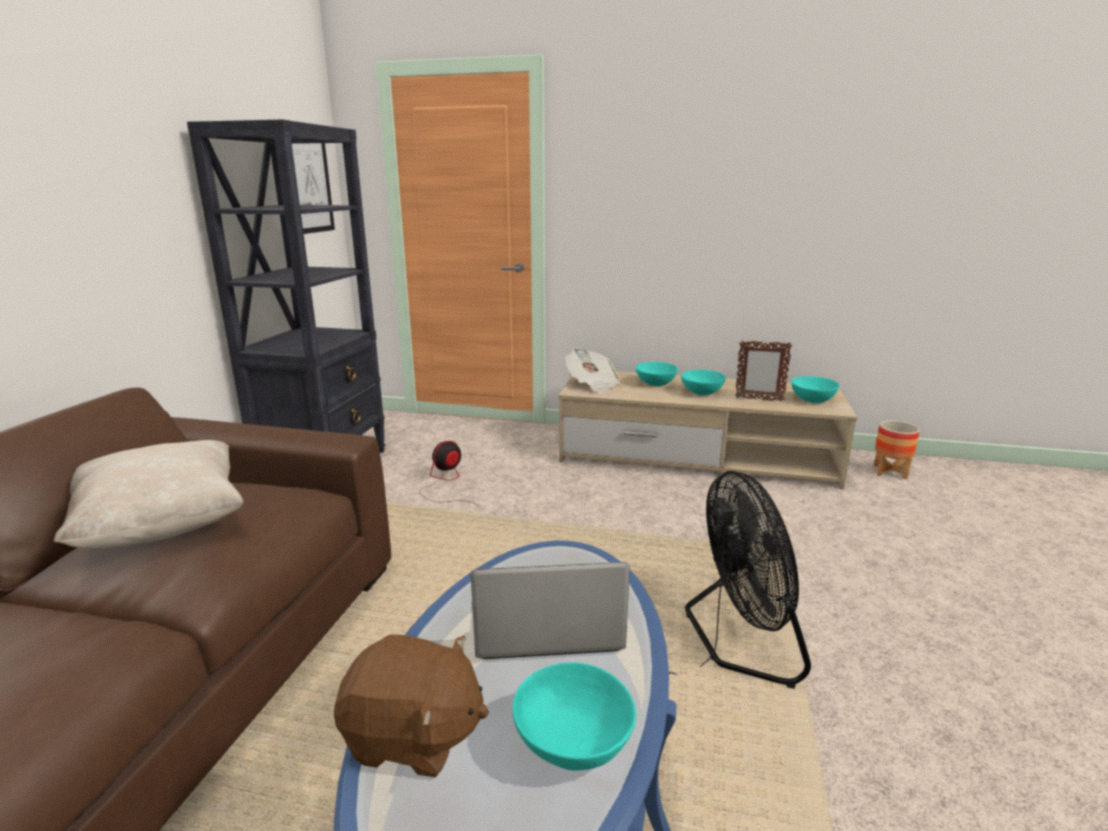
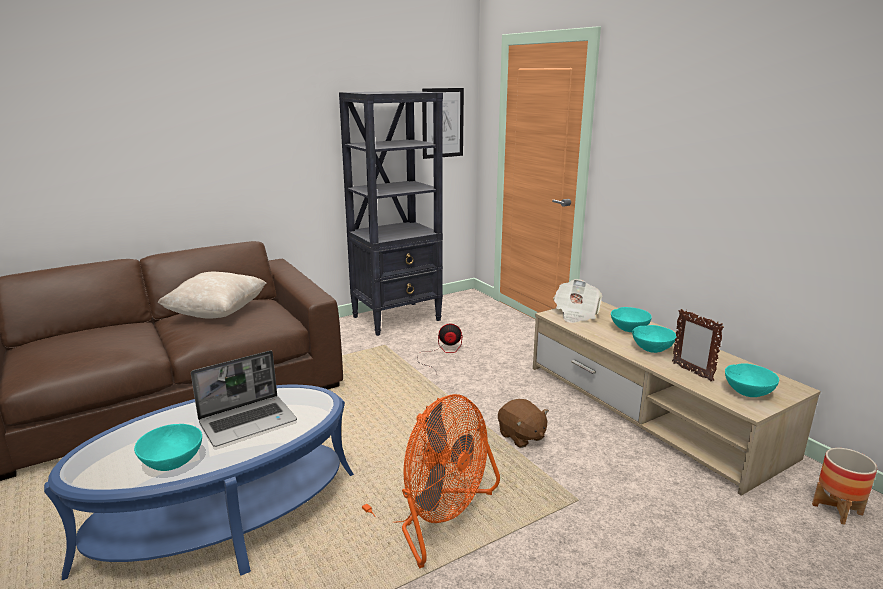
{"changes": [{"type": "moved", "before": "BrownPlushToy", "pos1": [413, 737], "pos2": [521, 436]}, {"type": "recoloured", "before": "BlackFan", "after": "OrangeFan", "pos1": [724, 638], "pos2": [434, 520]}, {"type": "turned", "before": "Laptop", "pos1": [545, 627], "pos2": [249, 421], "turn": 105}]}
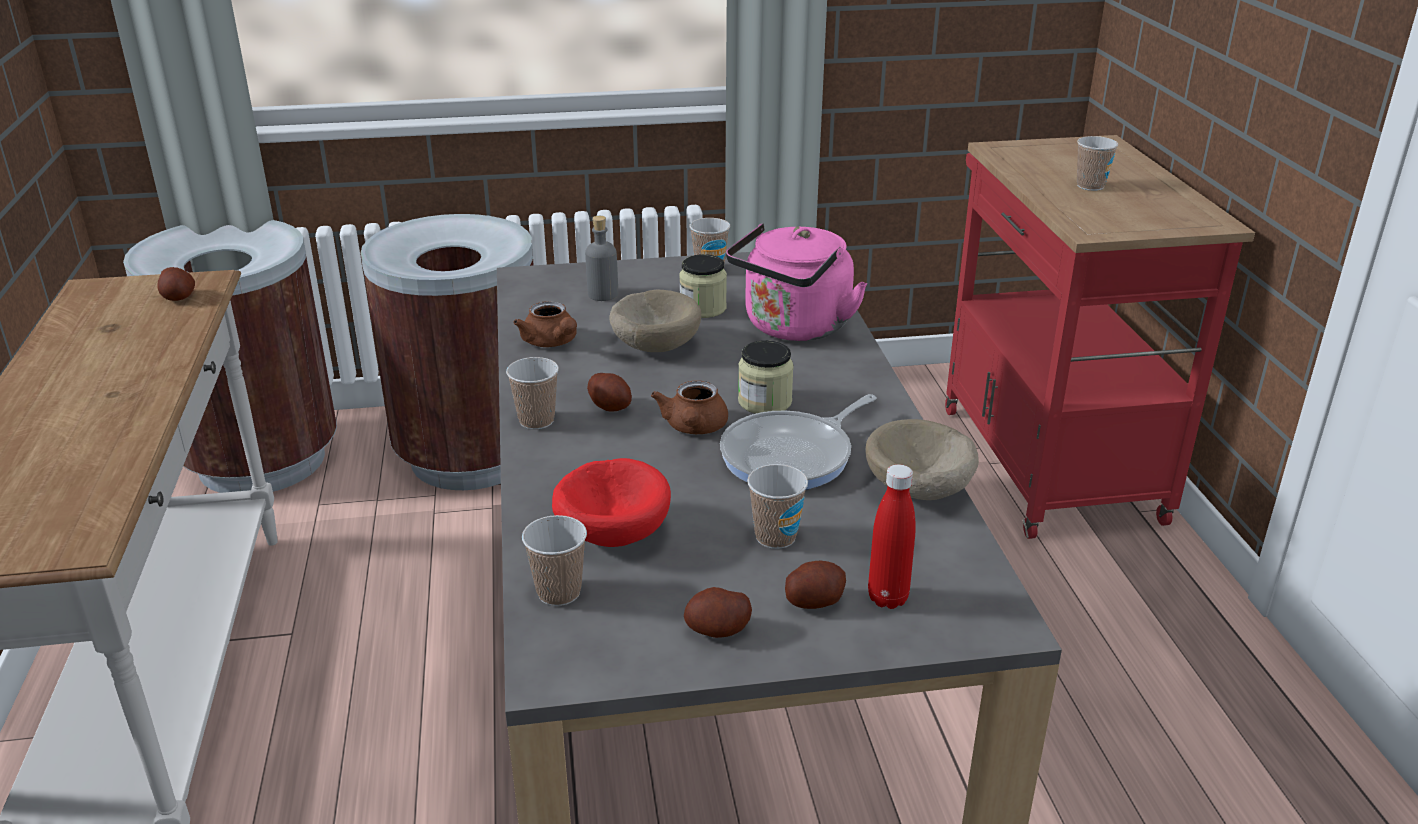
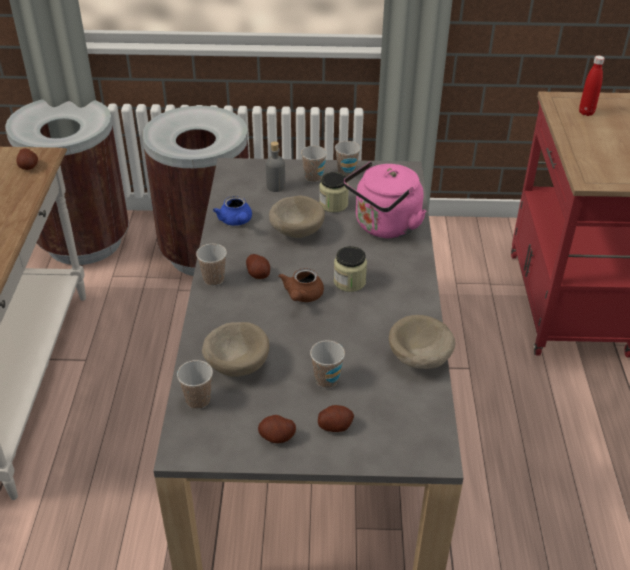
{"changes": [{"type": "removed", "before": "FryingPan", "pos1": [792, 456]}, {"type": "moved", "before": "RedBottle", "pos1": [887, 598], "pos2": [586, 112]}, {"type": "moved", "before": "Cup", "pos1": [1090, 186], "pos2": [313, 178]}, {"type": "recoloured", "before": "BrownTeapot", "after": "BlueTeapot", "pos1": [552, 343], "pos2": [236, 221]}, {"type": "recoloured", "before": "RedBowl", "after": "BeigeBowl", "pos1": [613, 531], "pos2": [237, 363]}]}
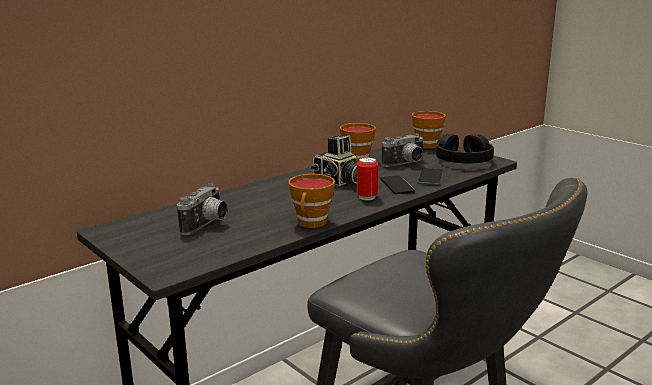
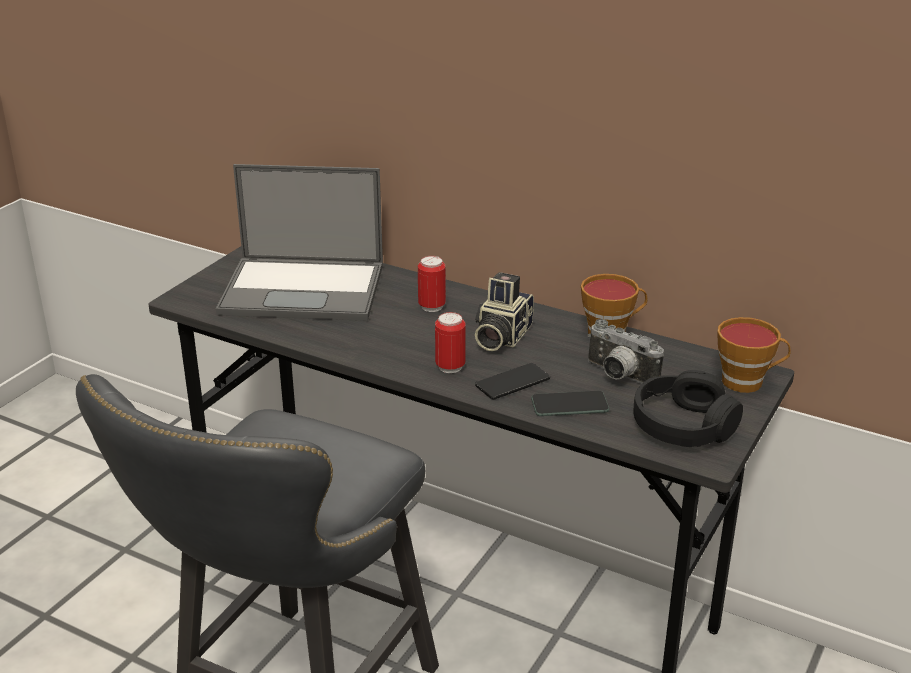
{"changes": [{"type": "removed", "before": "Cup", "pos1": [311, 223]}, {"type": "added", "after": "Can", "pos2": [432, 306]}, {"type": "replaced", "before": "PhotoCamera", "after": "Laptop", "pos1": [207, 225], "pos2": [305, 289]}]}
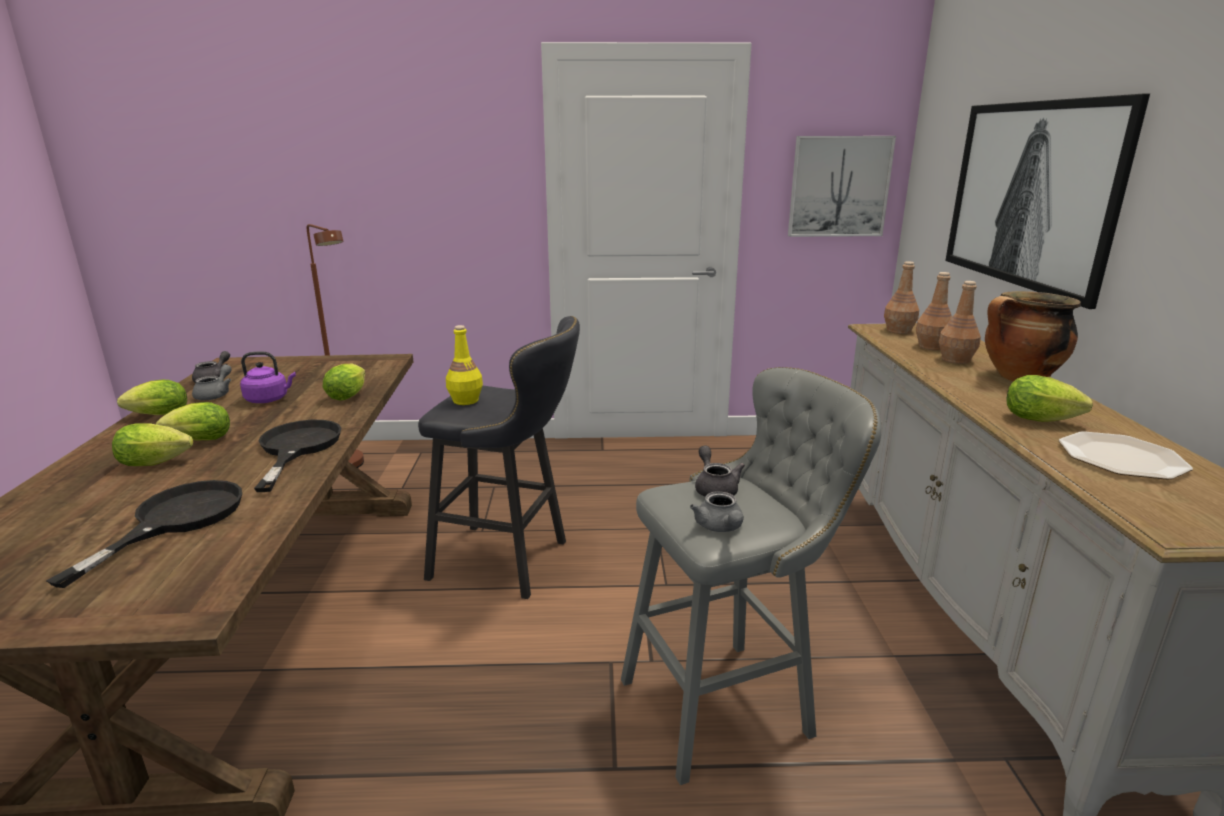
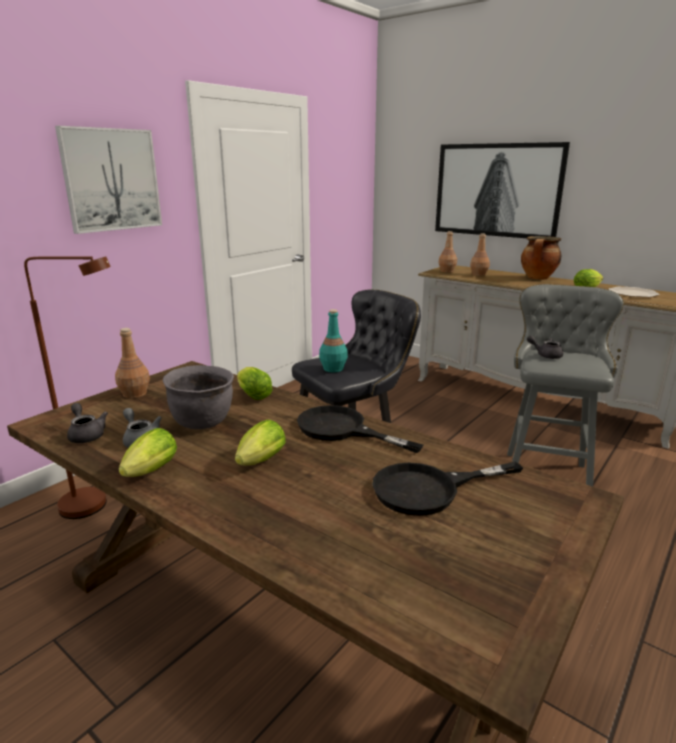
{"changes": [{"type": "removed", "before": "Lettuce", "pos1": [159, 463]}, {"type": "removed", "before": "GreyTeapot", "pos1": [720, 527]}, {"type": "moved", "before": "Picture", "pos1": [839, 186], "pos2": [111, 180]}, {"type": "moved", "before": "BrownBottle", "pos1": [955, 360], "pos2": [134, 394]}, {"type": "replaced", "before": "PurpleKettle", "after": "GreyCookingPot", "pos1": [269, 399], "pos2": [203, 422]}, {"type": "recoloured", "before": "YellowBottle", "after": "TurquoiseBottle", "pos1": [465, 401], "pos2": [333, 369]}, {"type": "turned", "before": "BlackFryingPan", "pos1": [175, 520], "pos2": [429, 489], "turn": -75}]}
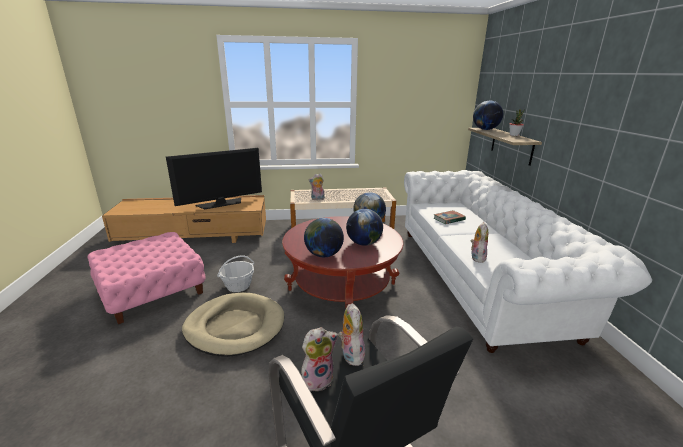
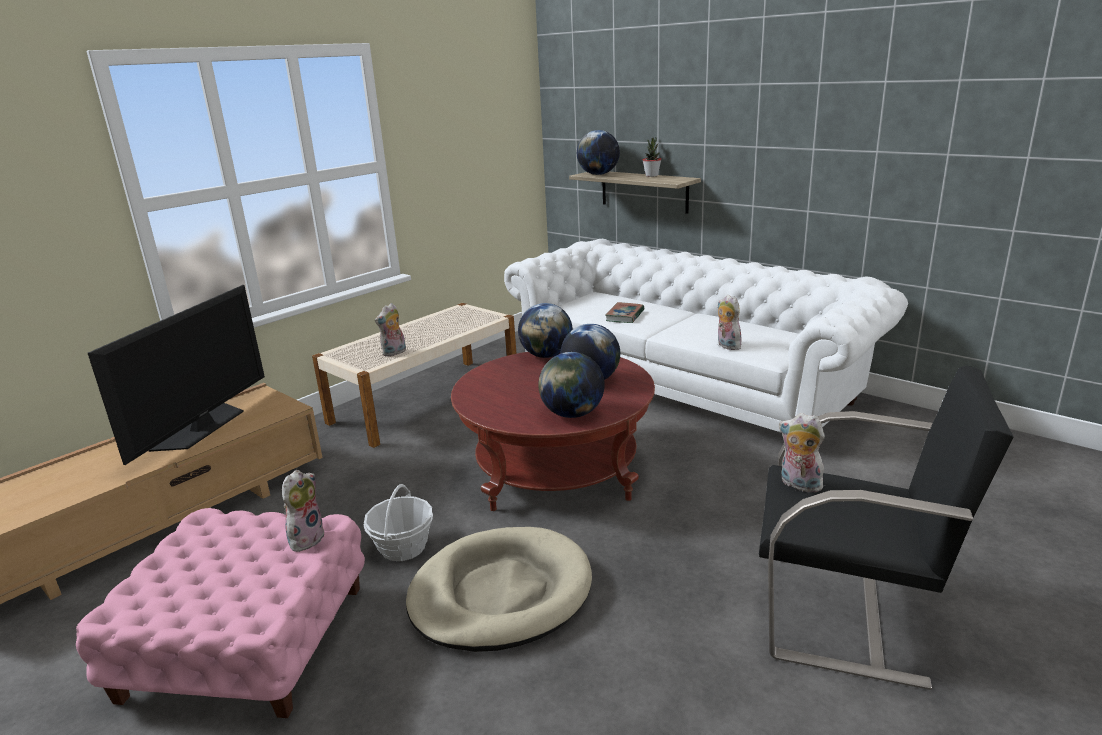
{"changes": [{"type": "moved", "before": "PlushToy", "pos1": [317, 379], "pos2": [306, 538]}]}
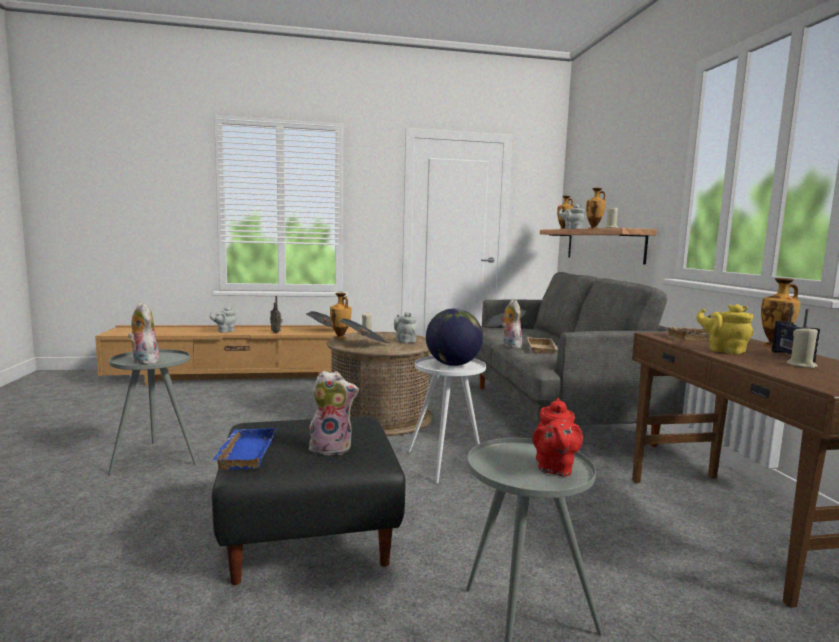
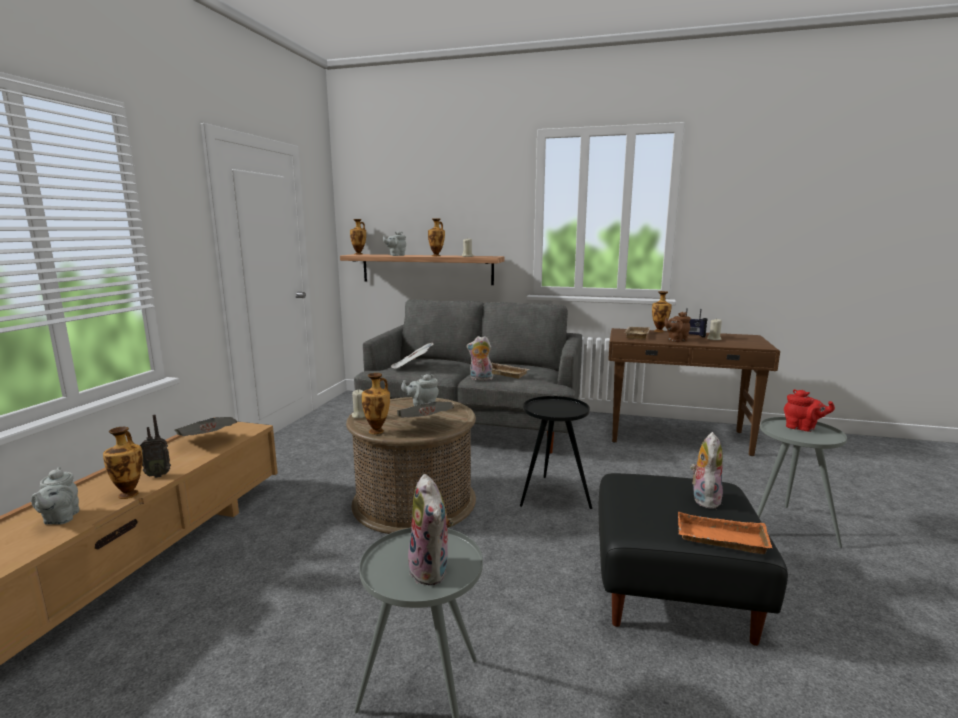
{"changes": [{"type": "removed", "before": "Globe", "pos1": [453, 365]}, {"type": "added", "after": "Vase", "pos2": [129, 494]}, {"type": "recoloured", "before": "BlueTray", "after": "OrangeTray", "pos1": [244, 453], "pos2": [719, 540]}, {"type": "recoloured", "before": "WhiteSideTable", "after": "BlackSideTable", "pos1": [446, 462], "pos2": [553, 495]}, {"type": "recoloured", "before": "YellowTeapot", "after": "BrownTeapot", "pos1": [723, 350], "pos2": [676, 340]}, {"type": "turned", "before": "PlushToy", "pos1": [143, 362], "pos2": [432, 570], "turn": -90}]}
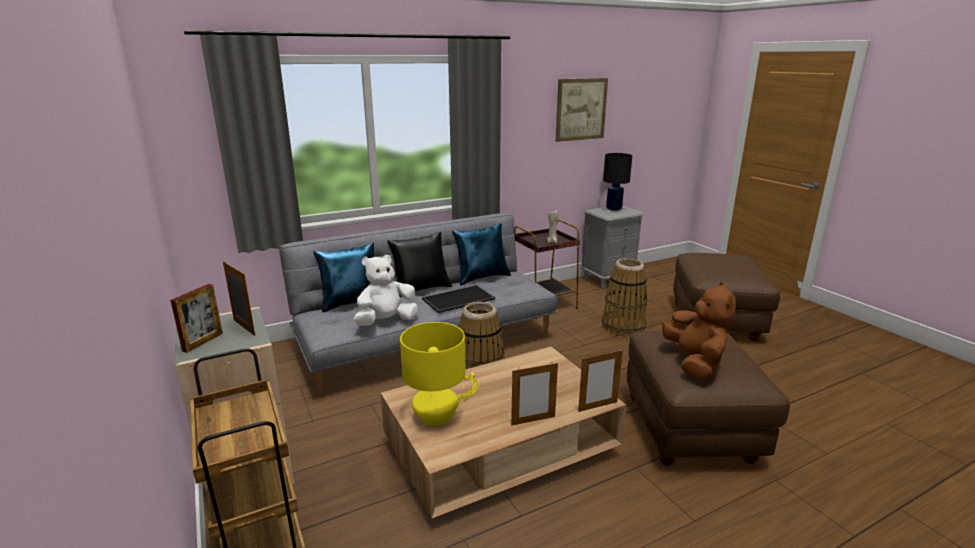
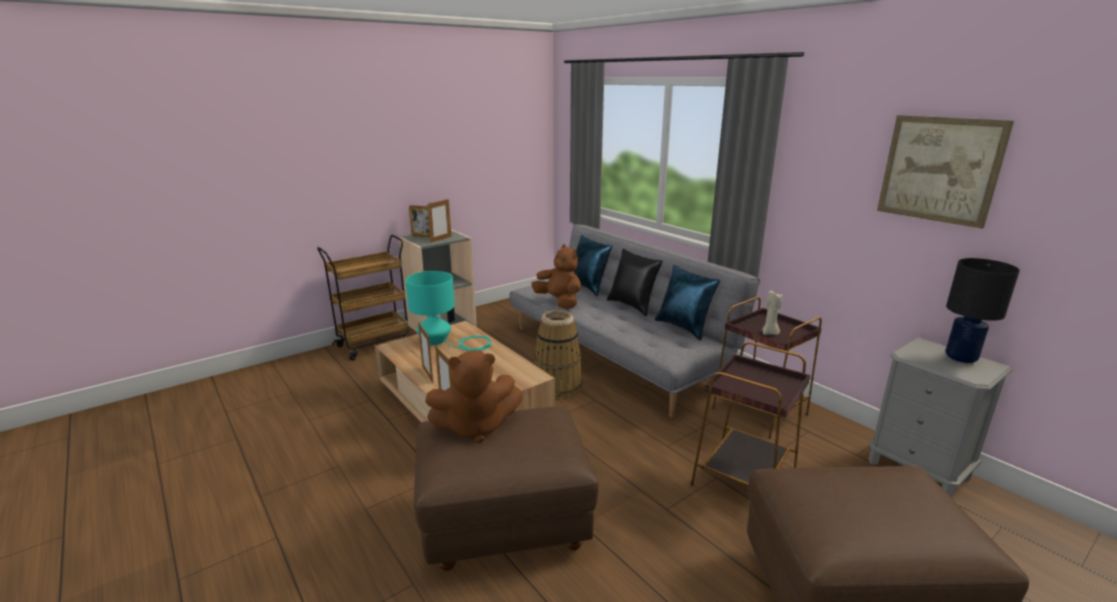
{"changes": [{"type": "removed", "before": "Tray", "pos1": [458, 300]}, {"type": "replaced", "before": "Basket", "after": "BrownSideTable", "pos1": [623, 326], "pos2": [742, 479]}, {"type": "recoloured", "before": "WhitePlushToy", "after": "BrownPlushToy", "pos1": [386, 321], "pos2": [559, 302]}, {"type": "recoloured", "before": "YellowTableLamp", "after": "TurquoiseTableLamp", "pos1": [444, 404], "pos2": [450, 341]}]}
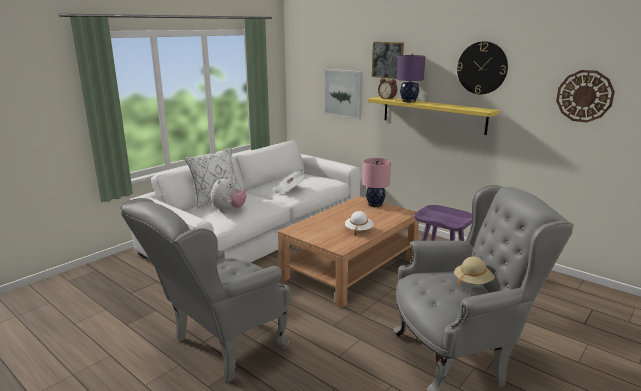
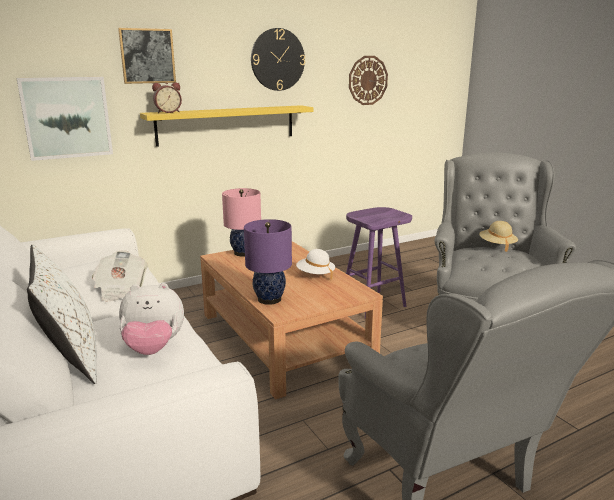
{"changes": [{"type": "moved", "before": "PurpleTableLamp", "pos1": [409, 101], "pos2": [269, 299]}, {"type": "turned", "before": "PlushToy", "pos1": [229, 209], "pos2": [153, 348], "turn": 135}]}
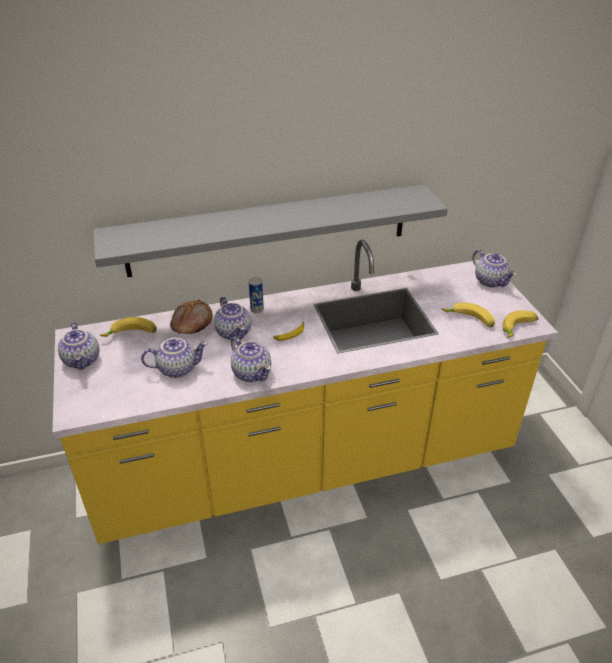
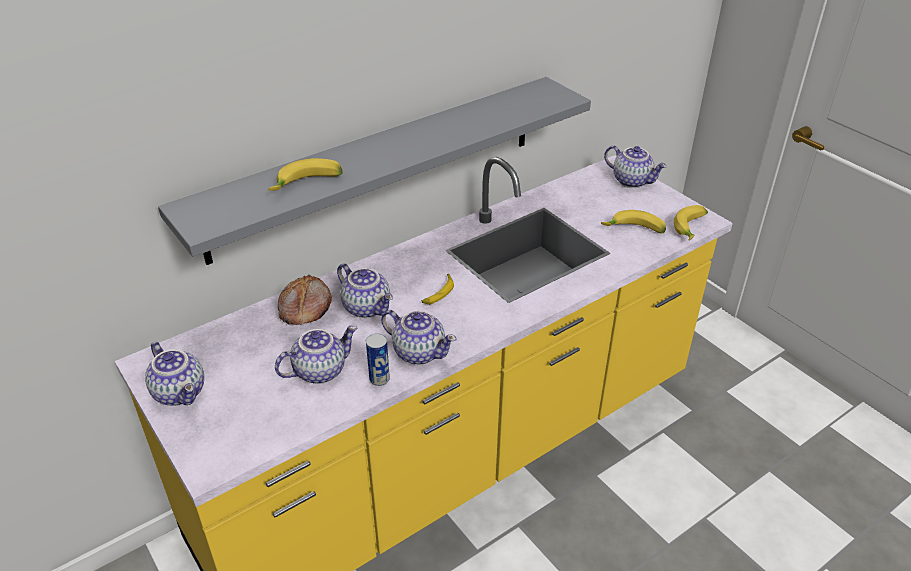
{"changes": [{"type": "moved", "before": "Banana", "pos1": [131, 335], "pos2": [307, 185]}, {"type": "moved", "before": "Can", "pos1": [257, 309], "pos2": [379, 379]}]}
